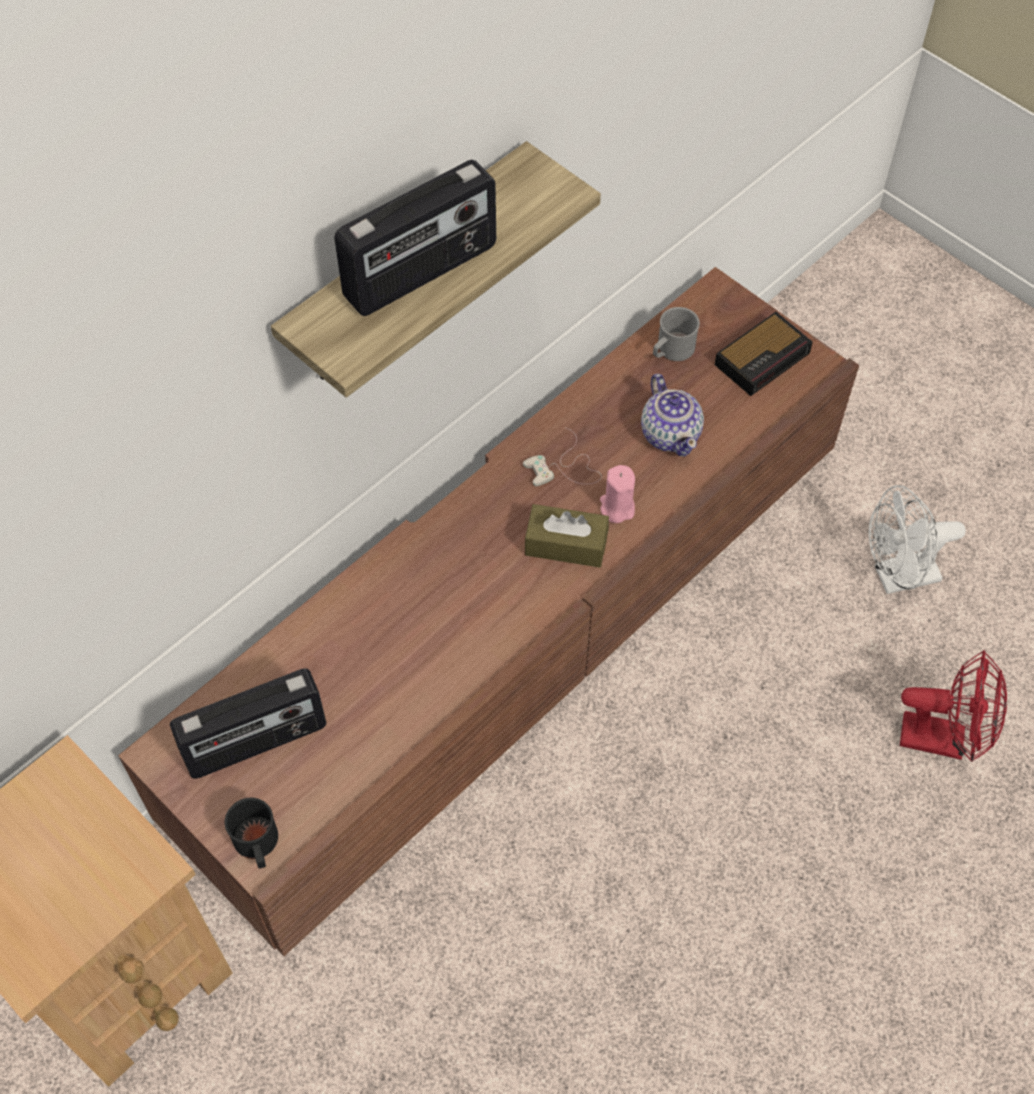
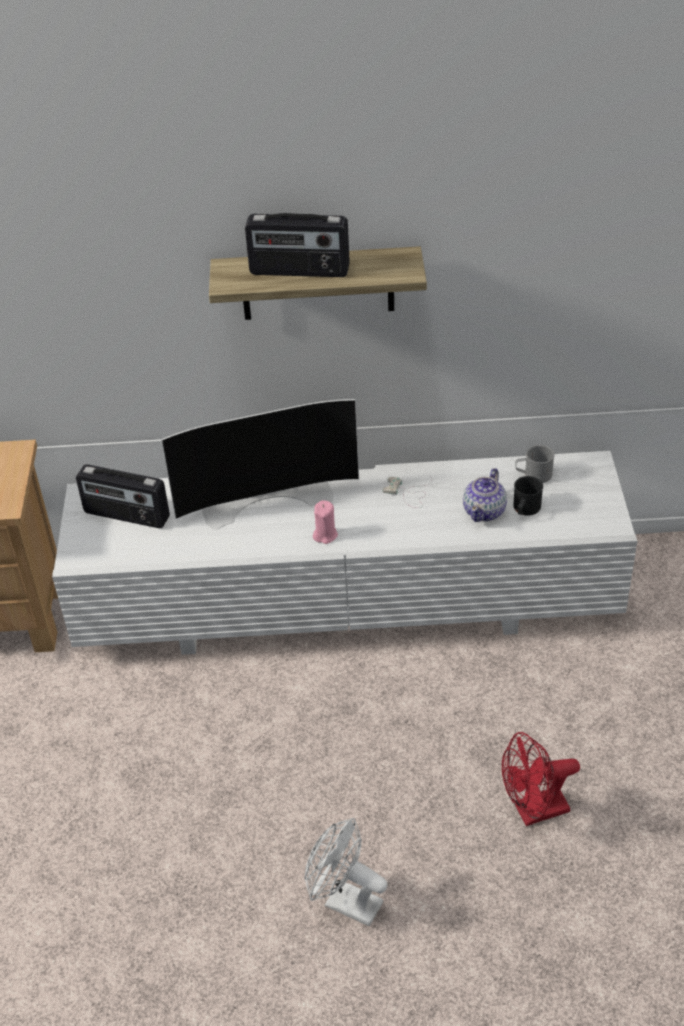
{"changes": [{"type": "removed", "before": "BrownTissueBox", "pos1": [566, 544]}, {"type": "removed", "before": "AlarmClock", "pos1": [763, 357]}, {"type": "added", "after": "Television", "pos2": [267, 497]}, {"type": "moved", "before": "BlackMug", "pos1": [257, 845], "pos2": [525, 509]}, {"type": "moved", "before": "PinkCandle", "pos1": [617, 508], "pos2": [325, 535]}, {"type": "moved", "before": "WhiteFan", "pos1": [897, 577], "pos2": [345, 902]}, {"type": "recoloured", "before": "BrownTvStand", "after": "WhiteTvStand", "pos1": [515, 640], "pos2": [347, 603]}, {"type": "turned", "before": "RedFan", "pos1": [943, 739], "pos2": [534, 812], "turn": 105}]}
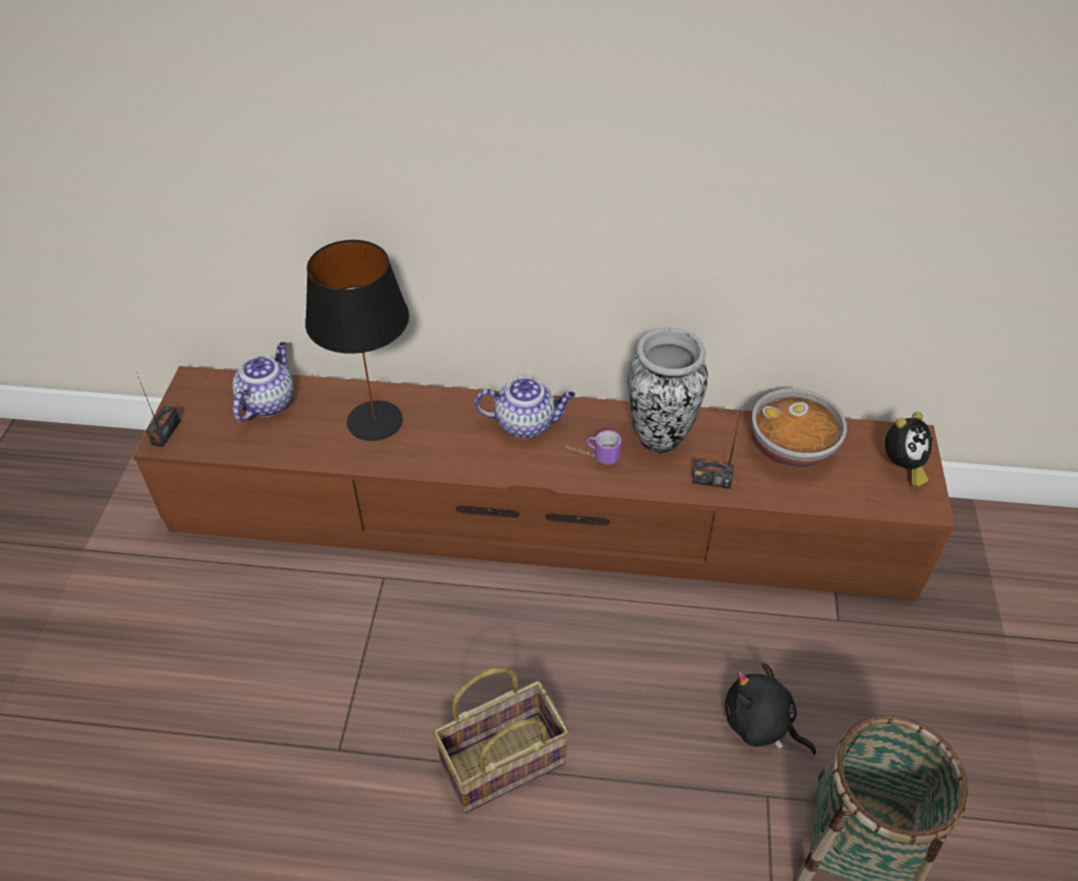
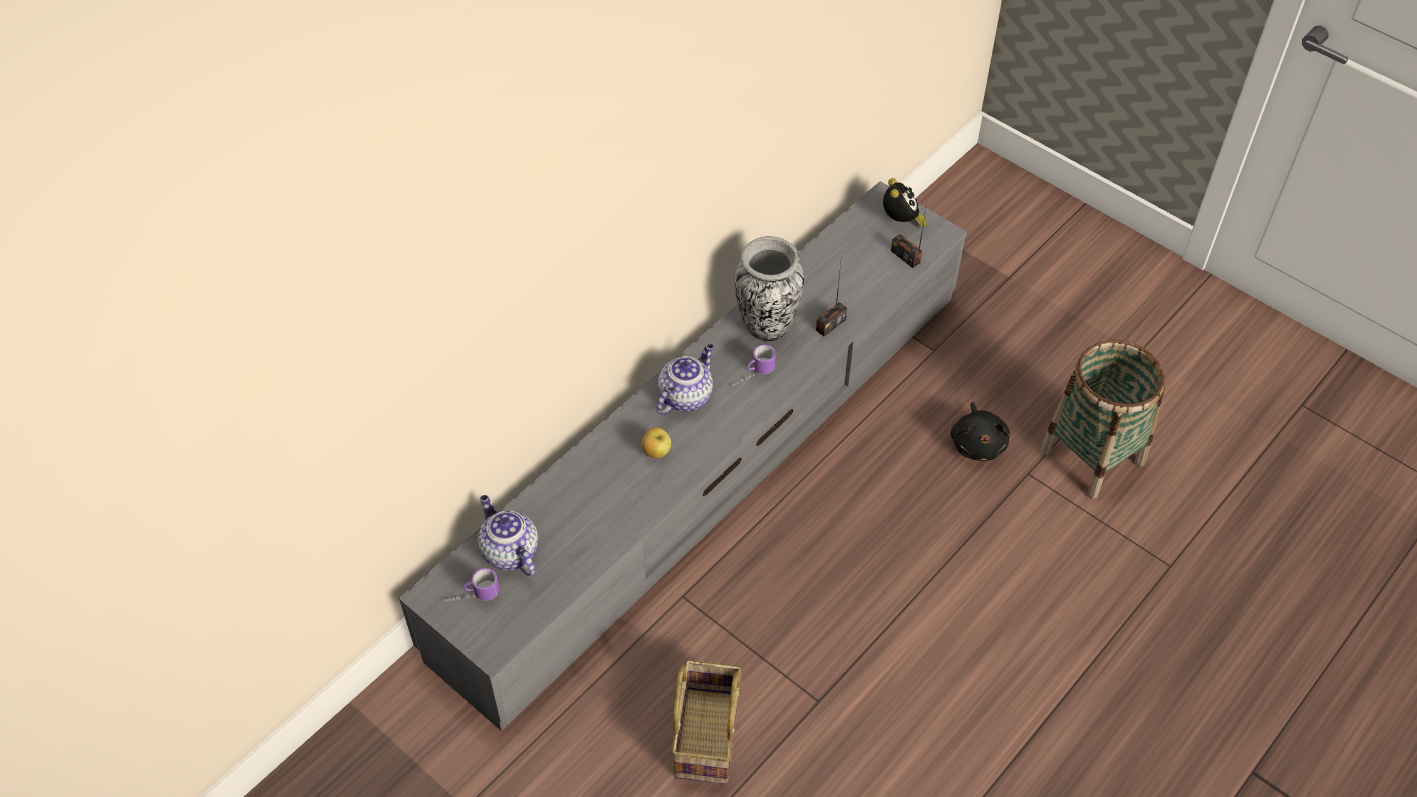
{"changes": [{"type": "removed", "before": "BlackTableLamp", "pos1": [374, 421]}, {"type": "removed", "before": "Bowl", "pos1": [792, 448]}, {"type": "added", "after": "Mug", "pos2": [472, 596]}, {"type": "added", "after": "Apple", "pos2": [656, 452]}, {"type": "moved", "before": "Radio", "pos1": [166, 433], "pos2": [905, 256]}, {"type": "moved", "before": "Basket", "pos1": [504, 759], "pos2": [705, 733]}, {"type": "recoloured", "before": "BrownTvStand", "after": "GreyTvStand", "pos1": [539, 517], "pos2": [707, 463]}, {"type": "turned", "before": "BlackPlushToy", "pos1": [761, 724], "pos2": [978, 443], "turn": -75}]}
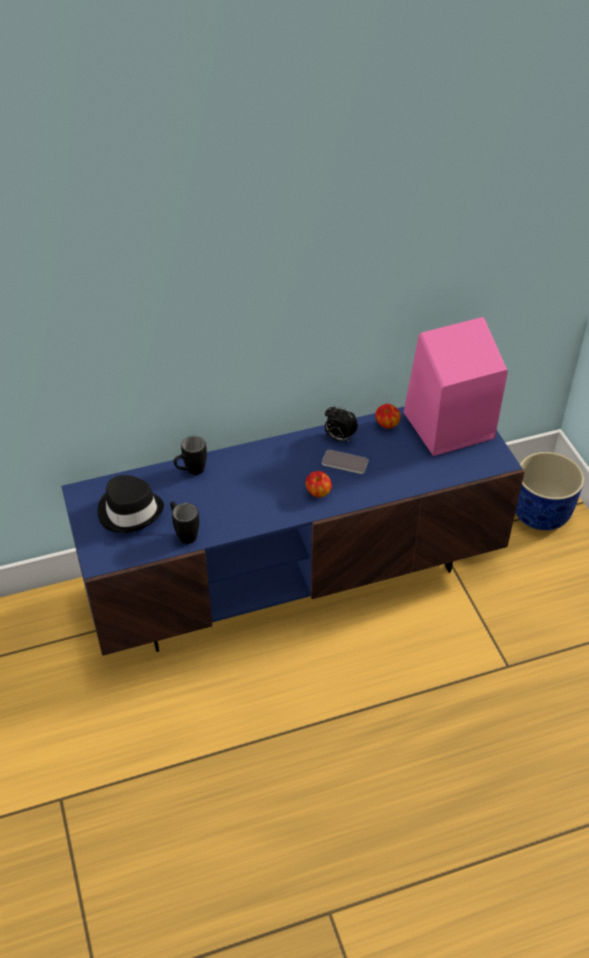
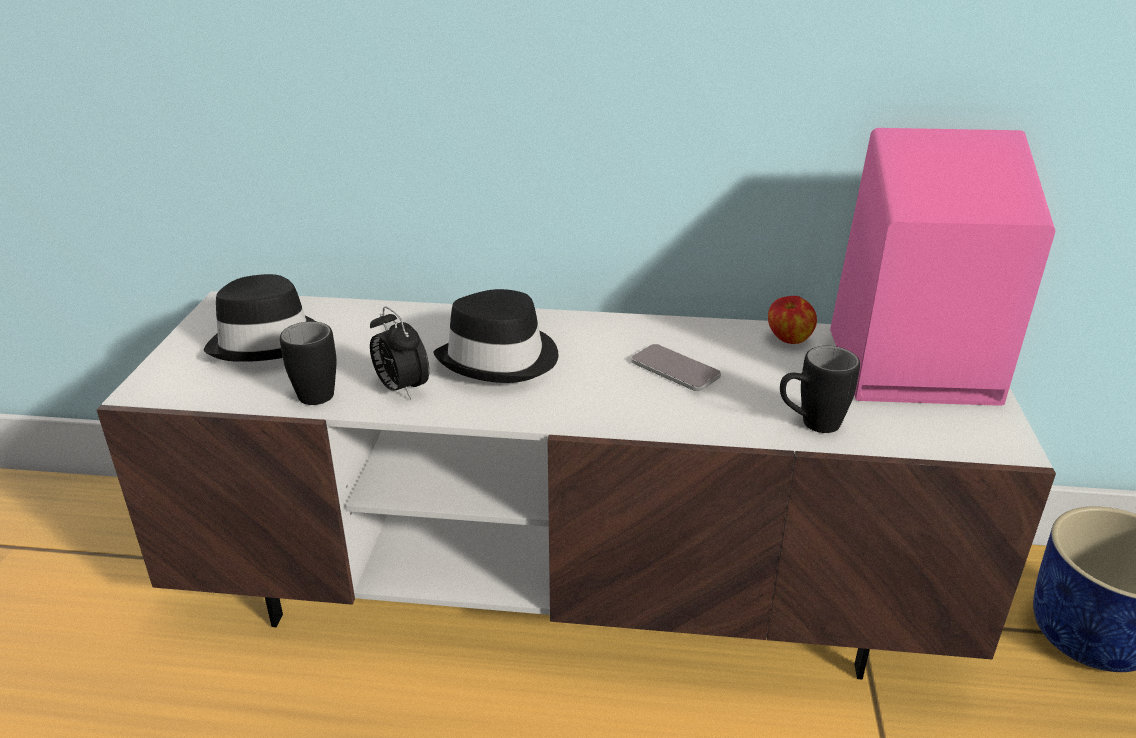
{"changes": [{"type": "removed", "before": "Apple", "pos1": [318, 493]}, {"type": "added", "after": "BlackHat", "pos2": [501, 359]}, {"type": "moved", "before": "BlackMug", "pos1": [191, 472], "pos2": [809, 425]}, {"type": "moved", "before": "AlarmClock", "pos1": [339, 438], "pos2": [401, 388]}, {"type": "recoloured", "before": "BlueTvStand", "after": "WhiteTvStand", "pos1": [294, 576], "pos2": [568, 589]}]}
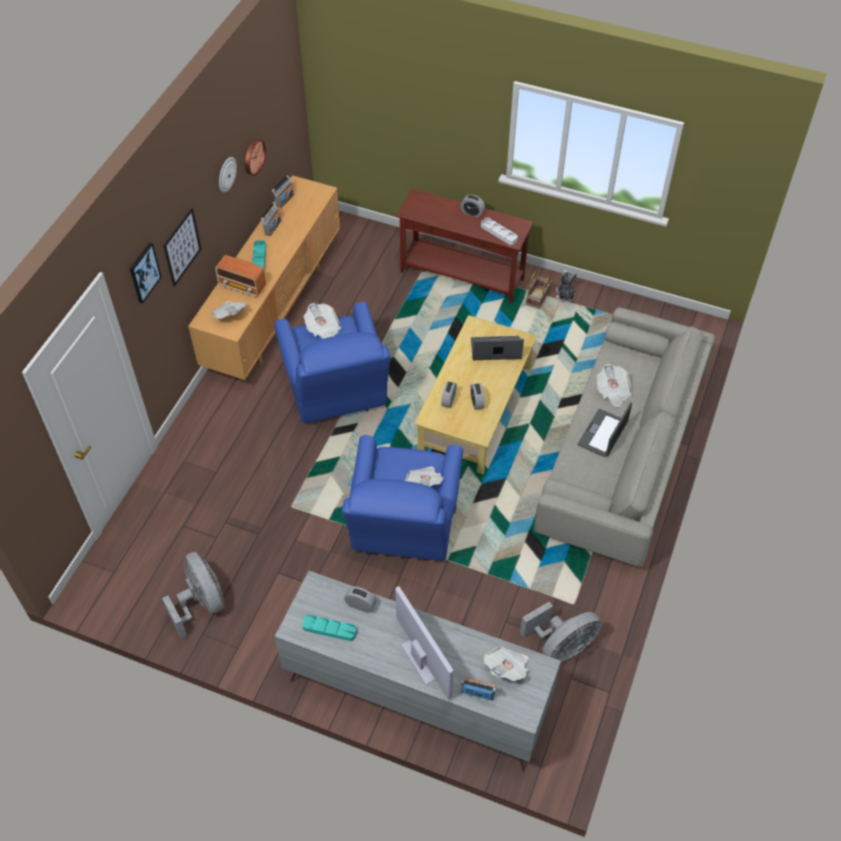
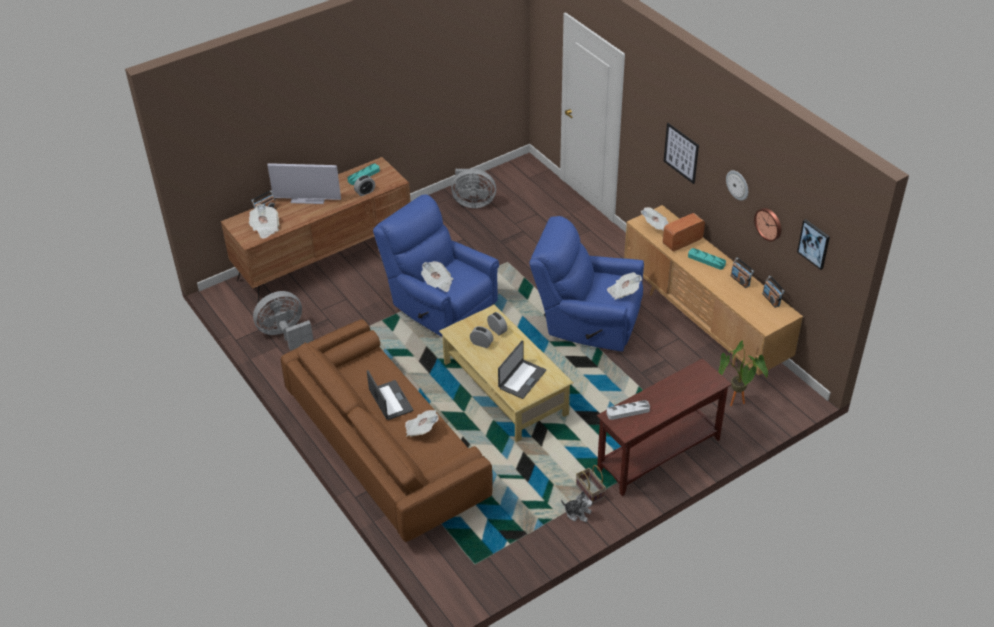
{"changes": [{"type": "removed", "before": "AlarmClock", "pos1": [472, 213]}, {"type": "added", "after": "PottedPlant", "pos2": [736, 404]}, {"type": "moved", "before": "Picture", "pos1": [144, 272], "pos2": [814, 243]}, {"type": "recoloured", "before": "GreyTvStand", "after": "BrownTvStand", "pos1": [415, 696], "pos2": [325, 260]}, {"type": "recoloured", "before": "GreySofa", "after": "BrownSofa", "pos1": [620, 454], "pos2": [387, 449]}, {"type": "turned", "before": "GreyFan", "pos1": [561, 647], "pos2": [285, 334], "turn": 60}]}
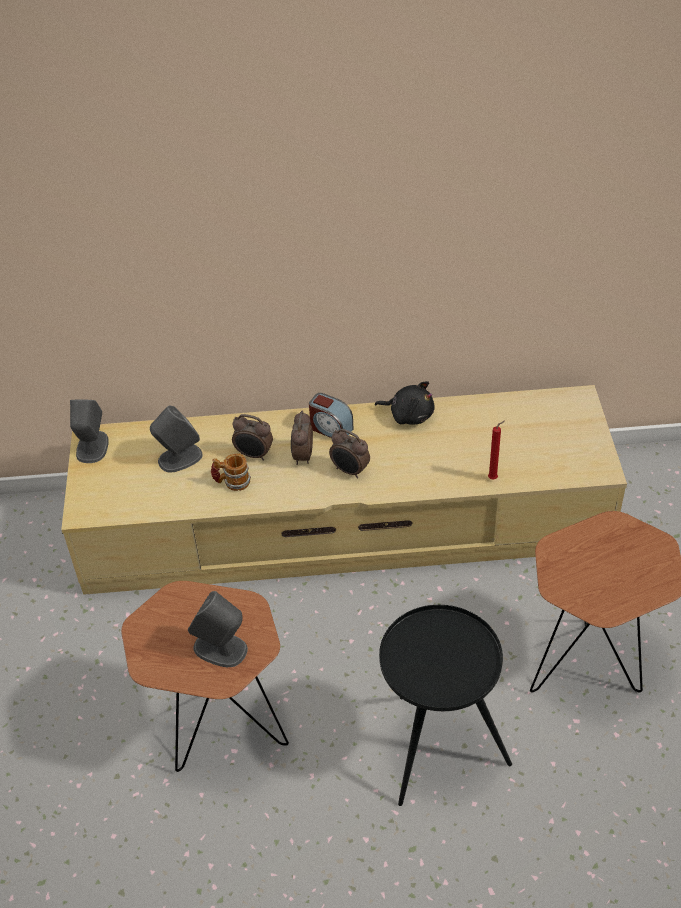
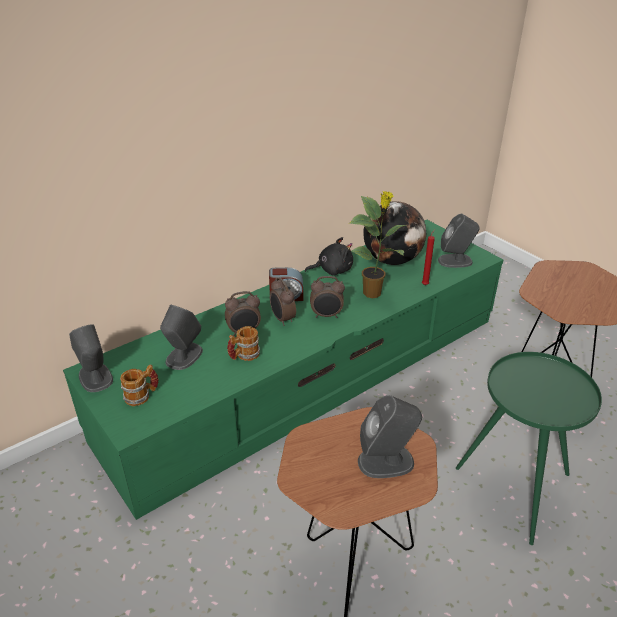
{"changes": [{"type": "added", "after": "Mug", "pos2": [142, 395]}, {"type": "added", "after": "PottedPlant", "pos2": [373, 293]}, {"type": "added", "after": "Globe", "pos2": [392, 260]}, {"type": "added", "after": "GreySpeaker", "pos2": [455, 261]}, {"type": "recoloured", "before": "BeigeTvStand", "after": "GreenTvStand", "pos1": [343, 522], "pos2": [308, 374]}, {"type": "recoloured", "before": "BlackSideTable", "after": "GreenSideTable", "pos1": [437, 748], "pos2": [513, 489]}]}
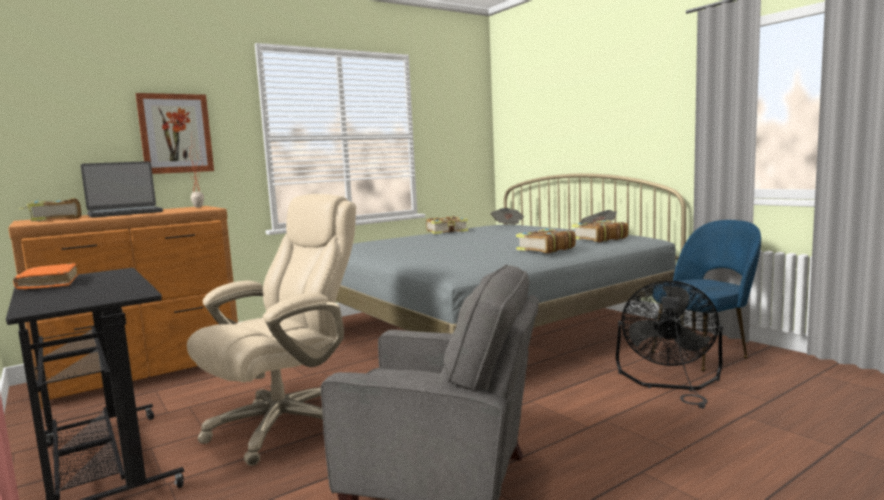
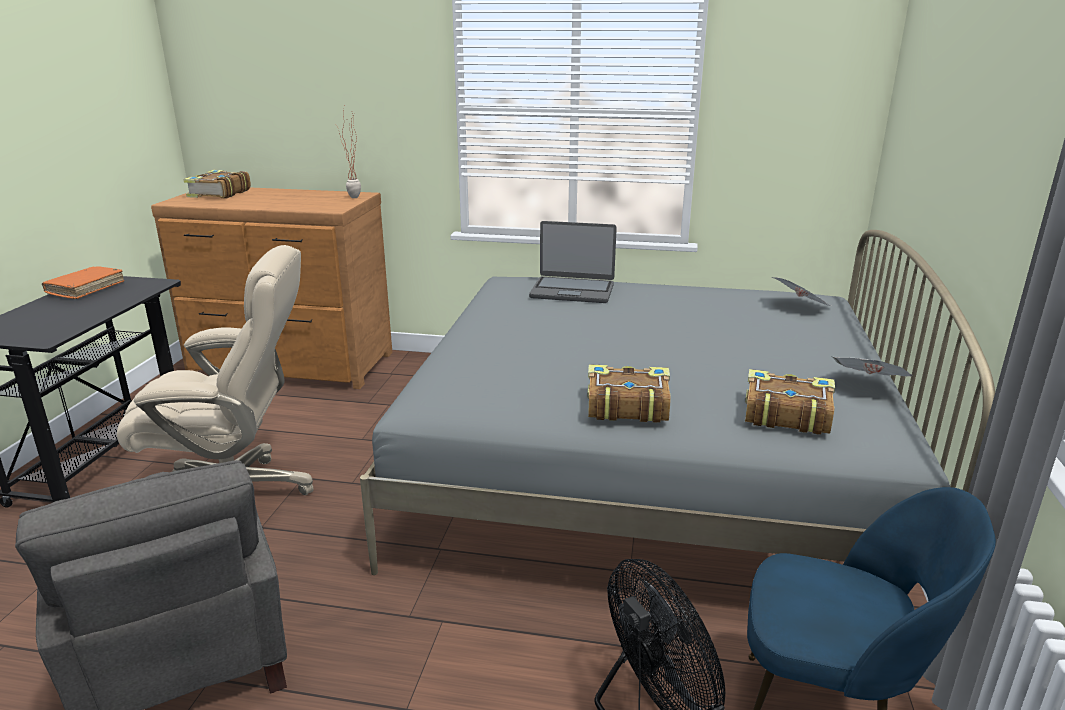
{"changes": [{"type": "removed", "before": "Picture", "pos1": [175, 133]}, {"type": "removed", "before": "Book", "pos1": [447, 231]}, {"type": "moved", "before": "Laptop", "pos1": [125, 213], "pos2": [572, 291]}]}
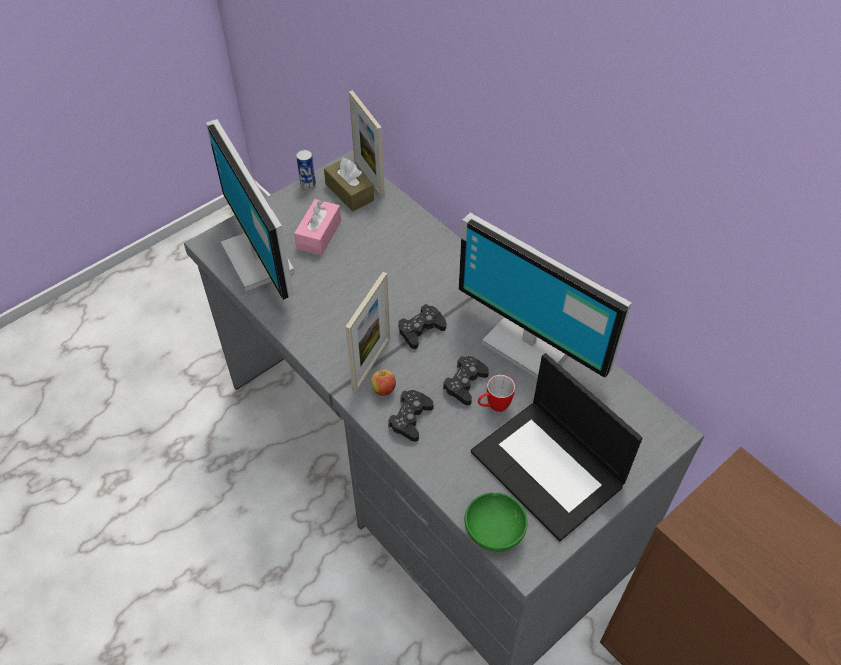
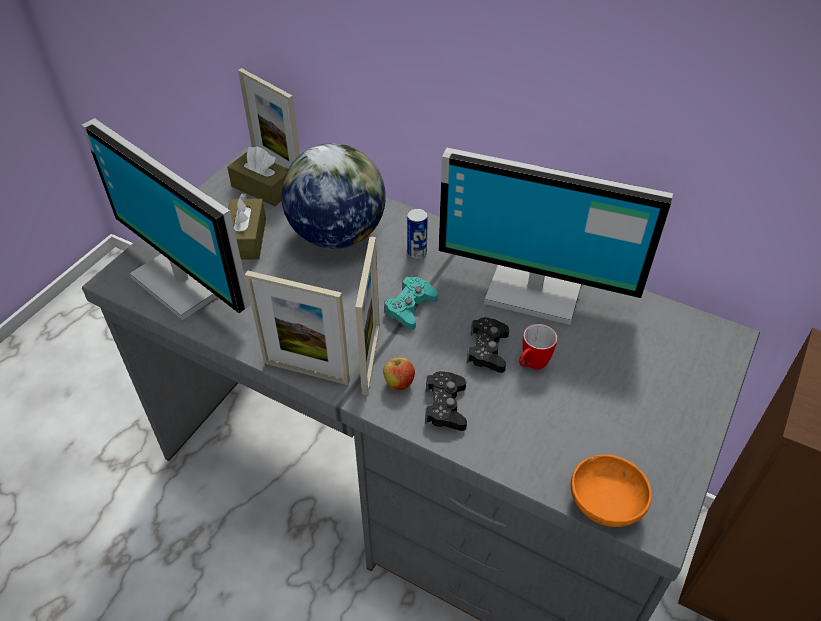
{"changes": [{"type": "removed", "before": "Laptop", "pos1": [549, 469]}, {"type": "added", "after": "PictureFrame", "pos2": [306, 371]}, {"type": "added", "after": "Globe", "pos2": [337, 235]}, {"type": "moved", "before": "Can", "pos1": [308, 185], "pos2": [417, 253]}, {"type": "recoloured", "before": "PinkTissueBox", "after": "BrownTissueBox", "pos1": [319, 234], "pos2": [246, 238]}, {"type": "recoloured", "before": "BlackGameController", "after": "TurquoiseGameController", "pos1": [421, 330], "pos2": [410, 307]}, {"type": "recoloured", "before": "GreenBowl", "after": "OrangeBowl", "pos1": [495, 530], "pos2": [605, 502]}]}
